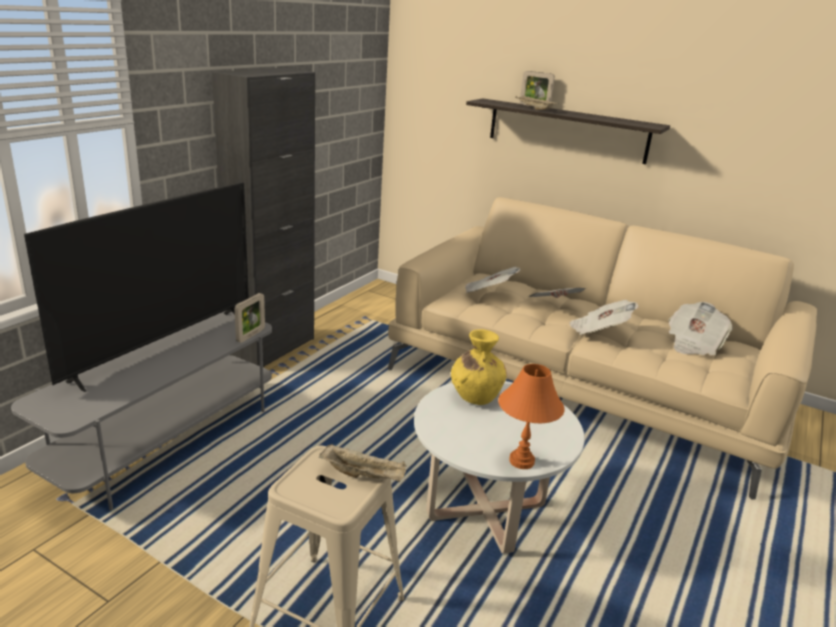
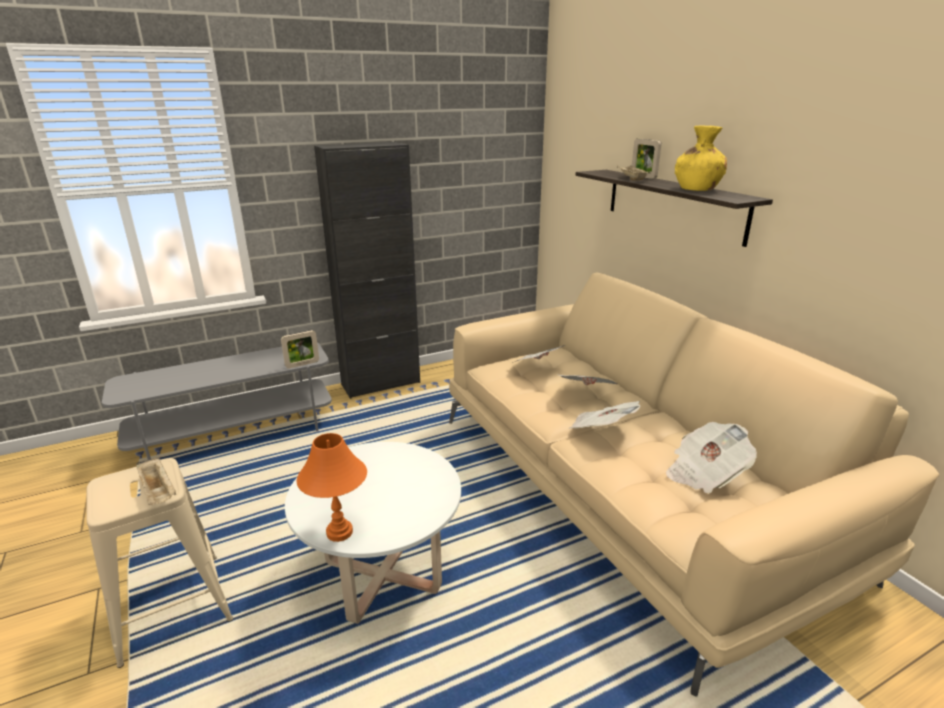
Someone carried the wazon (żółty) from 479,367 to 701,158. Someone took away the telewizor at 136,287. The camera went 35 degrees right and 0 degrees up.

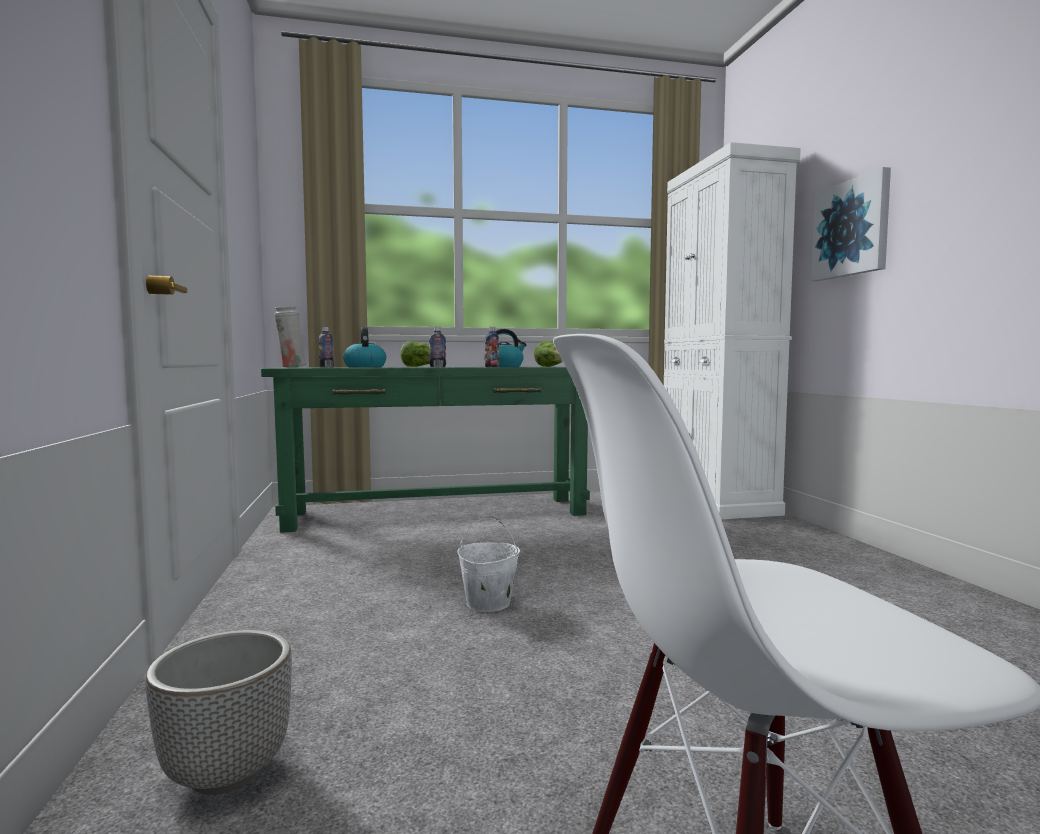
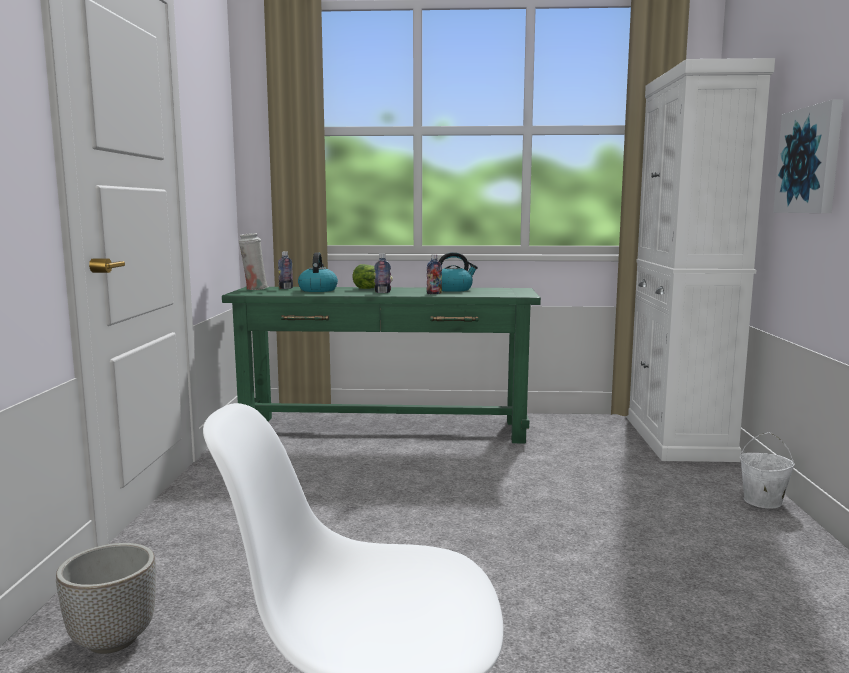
Someone carried the wiadro (biały) from 488,563 to 767,470. Someone took away the sałata at 548,354. The camera went 15 degrees right and 5 degrees up.

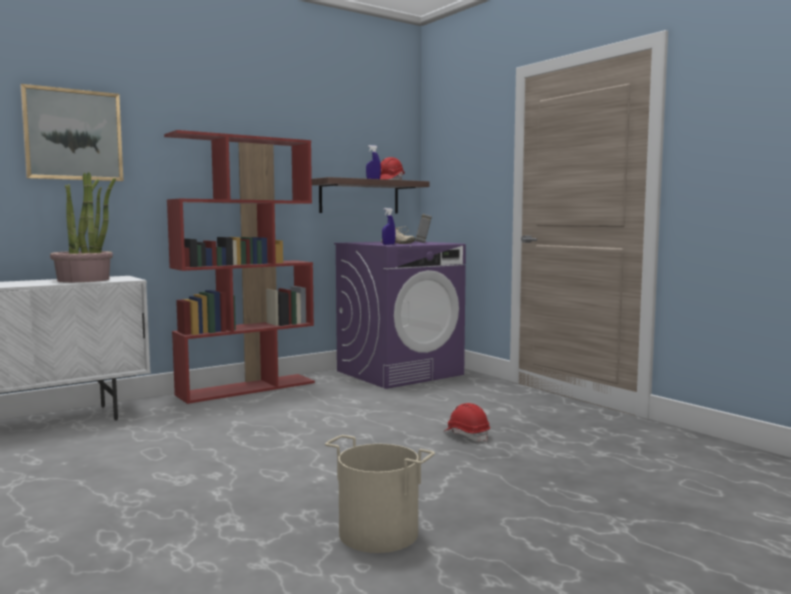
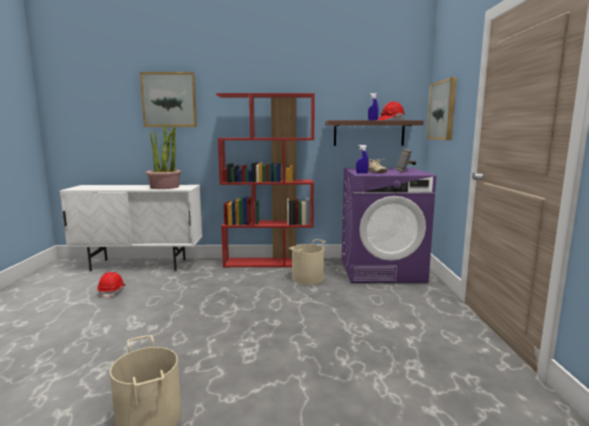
Someone carried the kask (czerwony) from 467,422 to 111,285. Someone put down the wiadro (beżowy) at 307,262. Someone put up the obraz at 442,108. The camera went 35 degrees right and 5 degrees up.

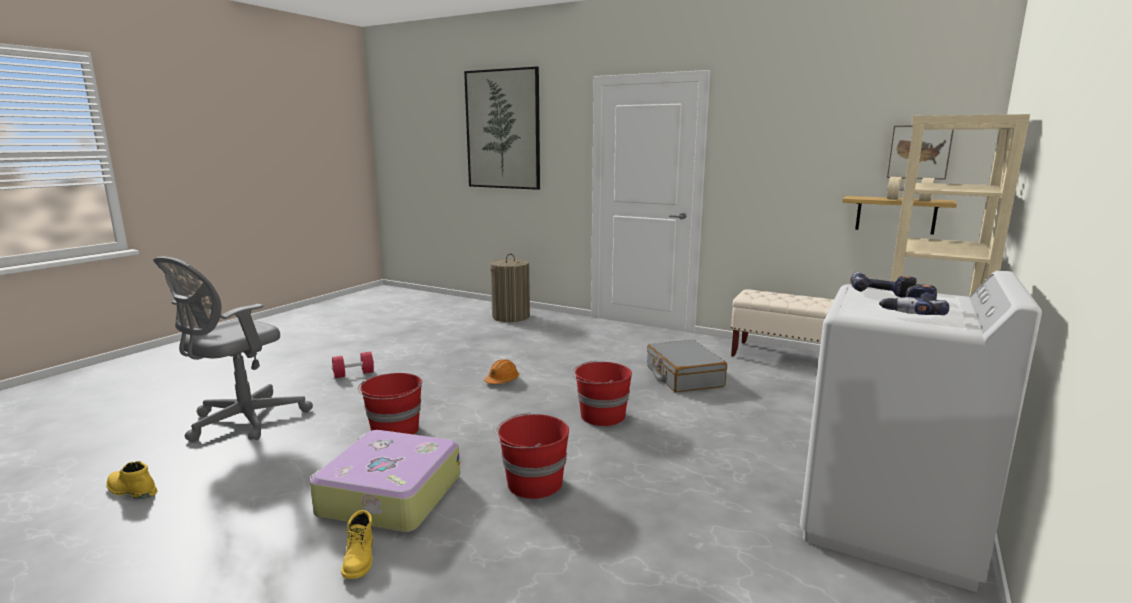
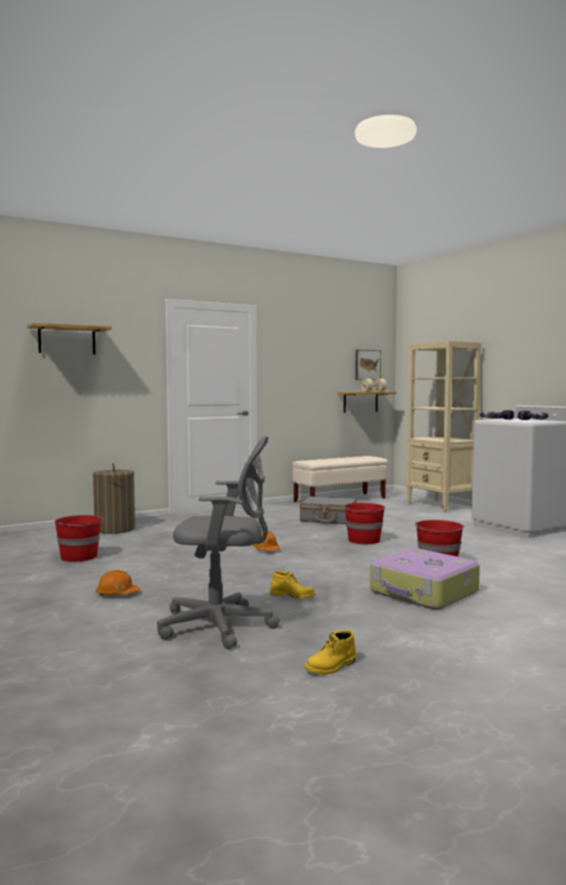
Someone swapped the obraz at 502,128 for the półka at 69,338. Someone carried the wiadro (czerwony) from 390,404 to 79,538. Someone put down the kask (pomarańczowy) at 118,583. Someone rotated the krzesło biurowe (szary) at 233,349 by 60 degrees counterclockwise. Someone carried the but z cholewką (żółty) from 357,544 to 292,585. Someone took away the hantel (czerwony) at 353,365. The camera went 60 degrees left and 10 degrees down.

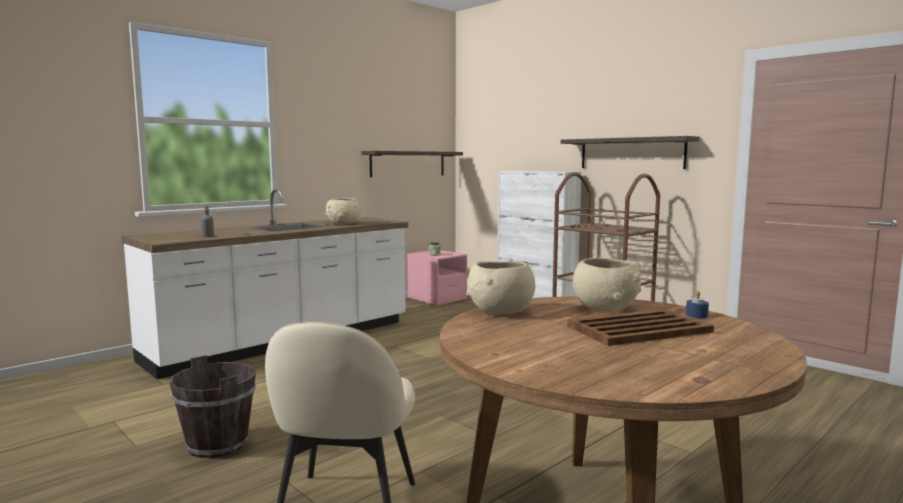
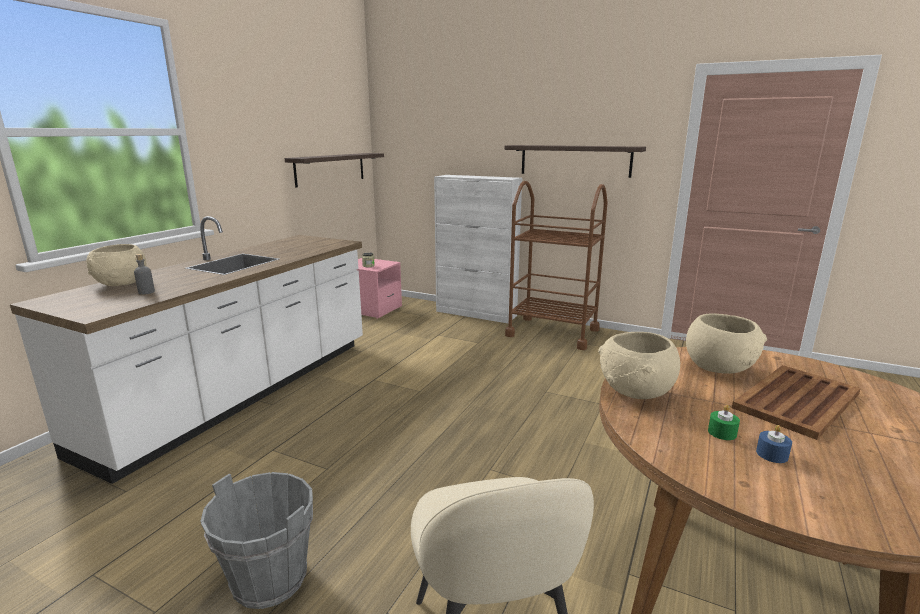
Someone carried the miska (beżowy) from 343,211 to 116,265. Someone repainted the wiadro (brązowy) at 213,406, which became the wiadro (szary) at 256,540. Someone put down the świeca (zielony) at 724,422. Someone carried the świeca (niebieski) from 697,304 to 774,444. The camera went 20 degrees left and 10 degrees up.

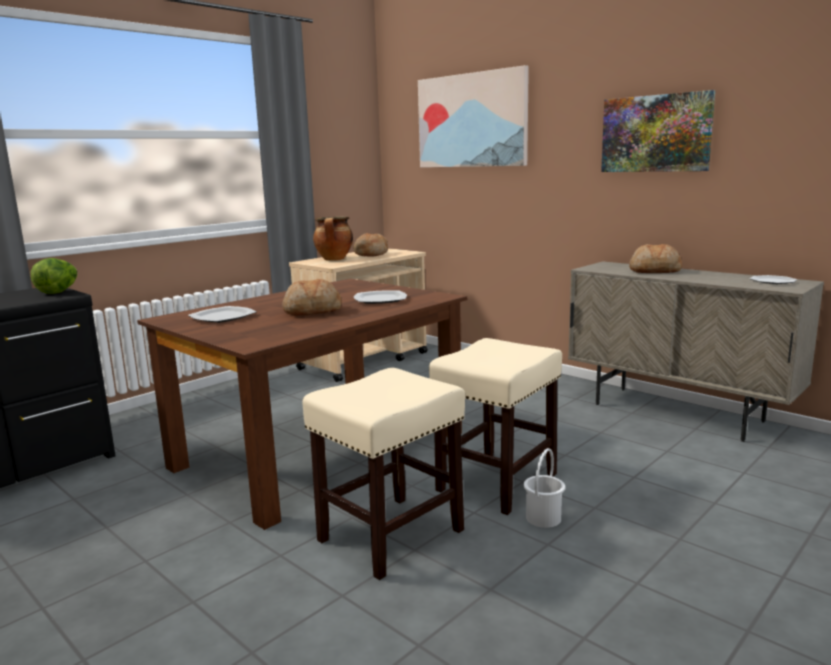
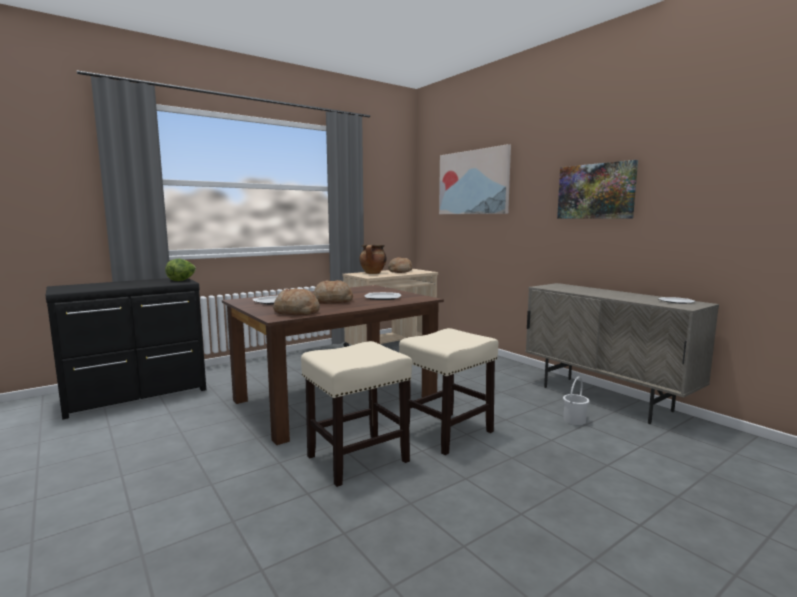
Someone carried the chleb from 655,258 to 296,301. Someone carried the wiadro (biały) from 544,488 to 576,401. The camera went 10 degrees right and 5 degrees down.

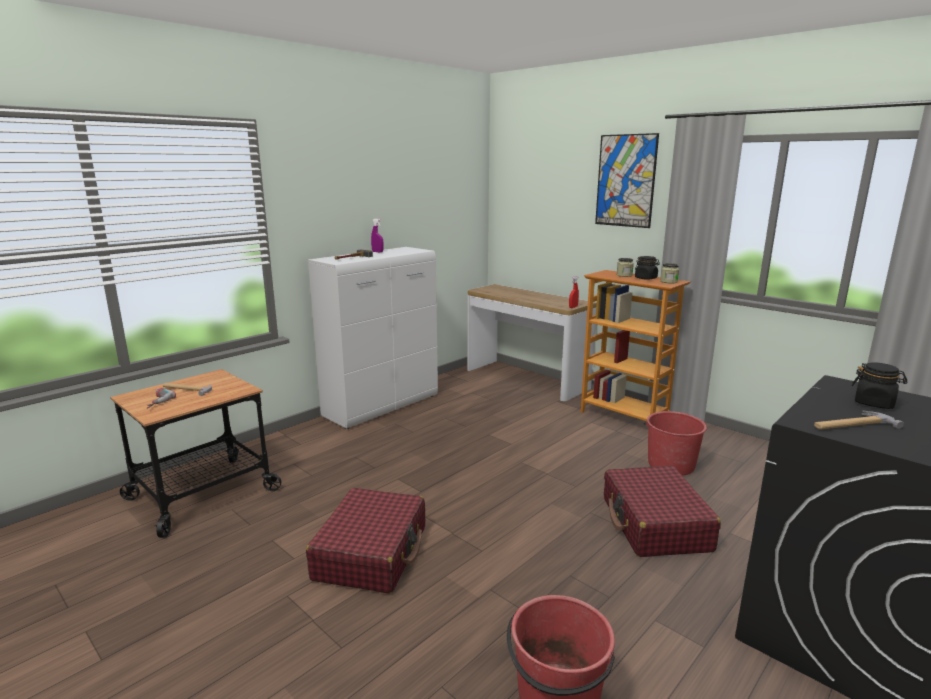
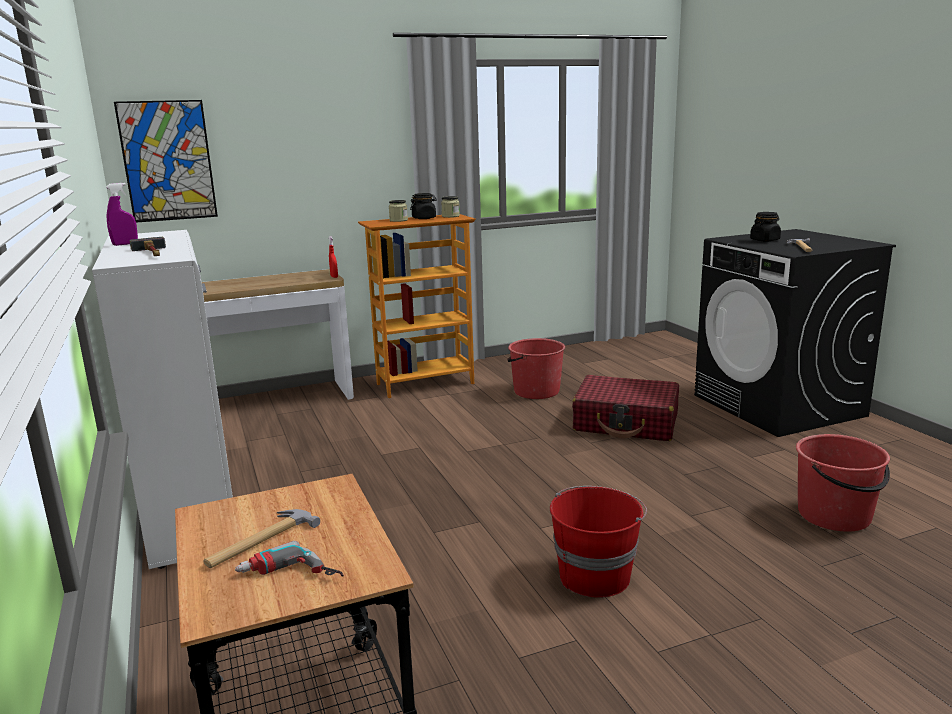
Someone carried the obraz from 627,180 to 166,161. Someone swapped the walizka (czerwony) at 365,541 for the wiadro (czerwony) at 598,542. The camera went 65 degrees left and 0 degrees up.

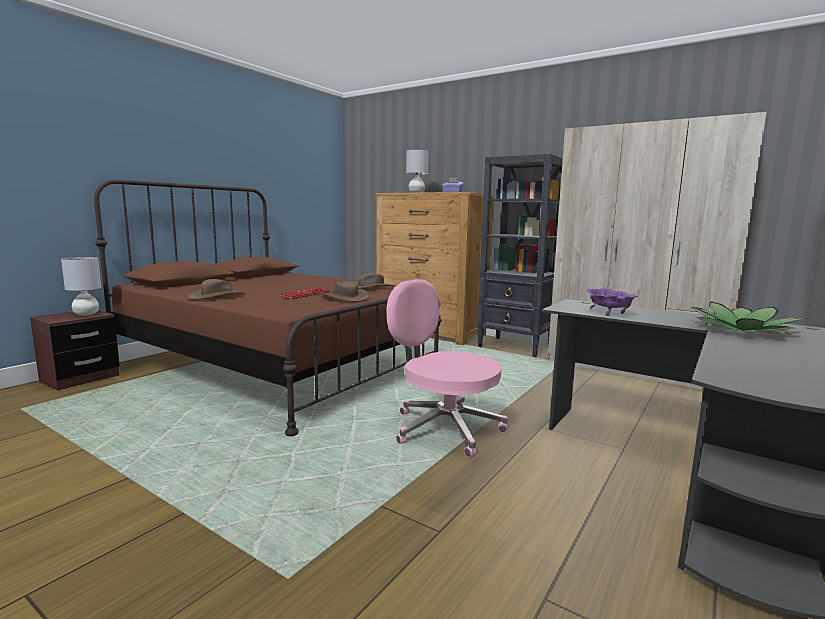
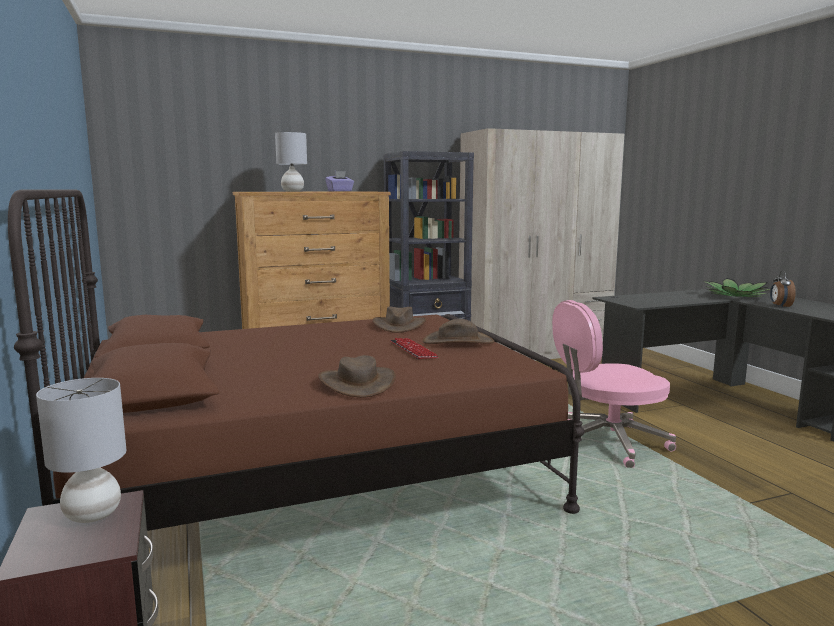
Someone put down the budzik at 783,289. Someone took away the miska (fioletowy) at 612,302. The camera went 55 degrees left and 0 degrees up.

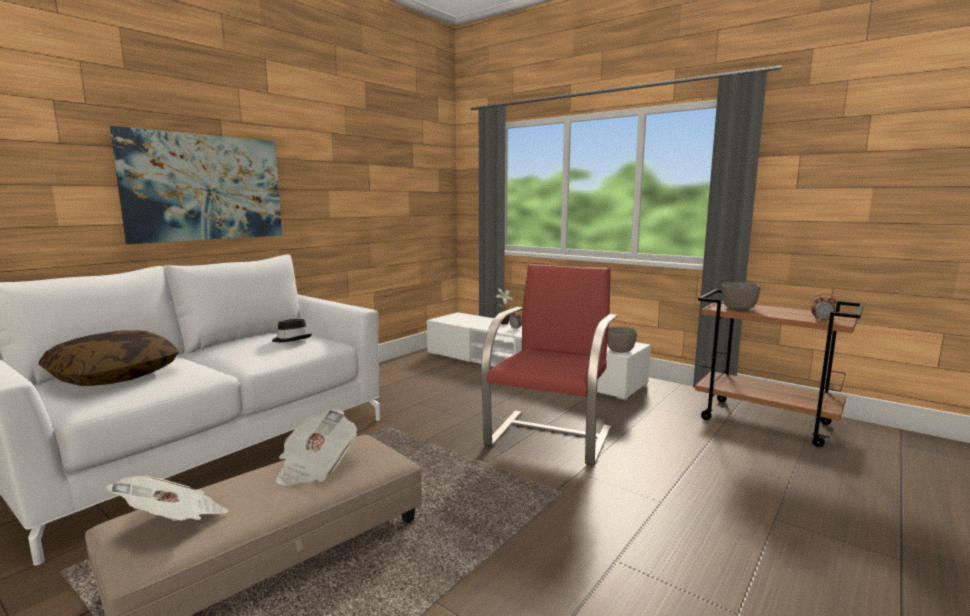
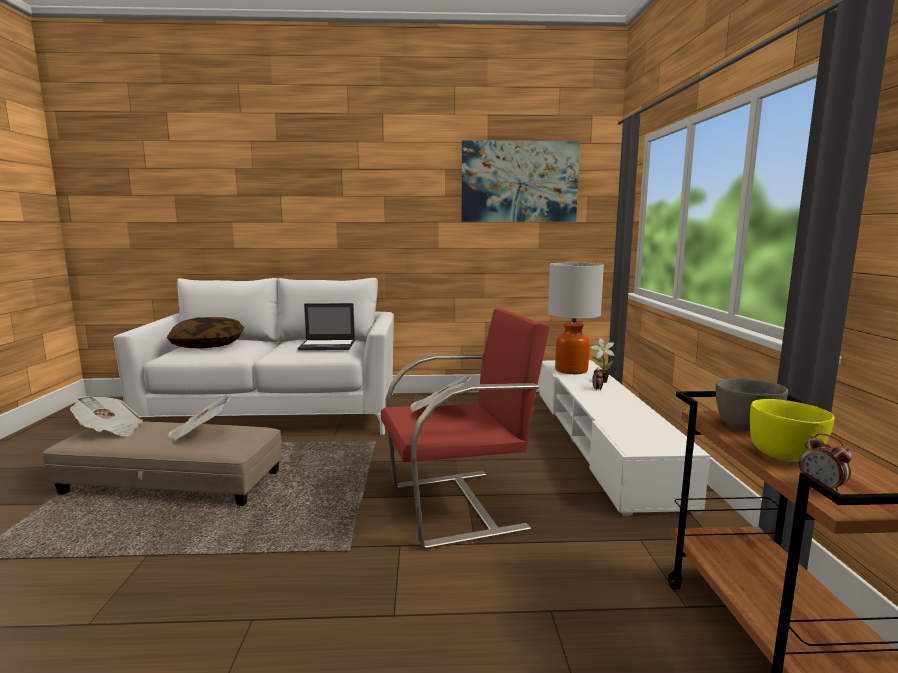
Someone swapped the kapelusz (czarny) at 292,330 for the laptop at 326,327. Someone put down the gazeta at 441,394. Someone carried the obraz from 196,185 to 520,181. Someone put down the lampa stołowa at 576,318. Someone put down the miska (żółty) at 792,430. Someone took away the miska (szary) at 622,340. The camera went 50 degrees right and 0 degrees up.

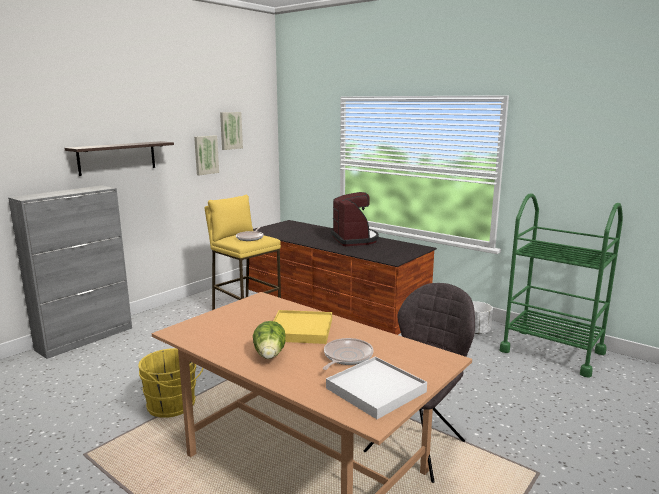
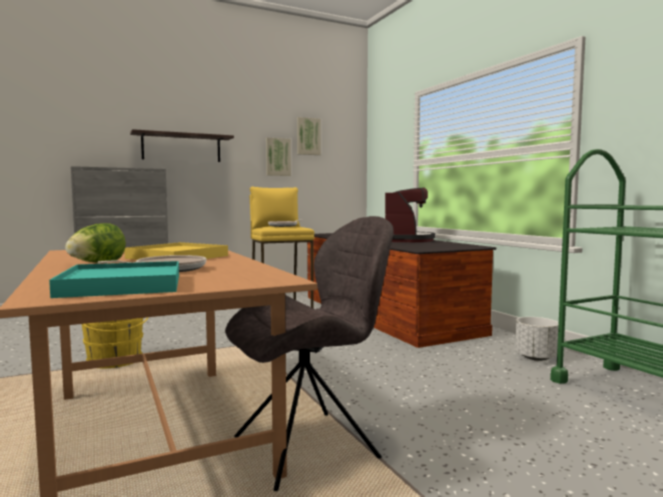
Someone repainted the taca (biały) at 376,387, which became the taca (turkusowy) at 114,279. The camera went 25 degrees right and 10 degrees down.

